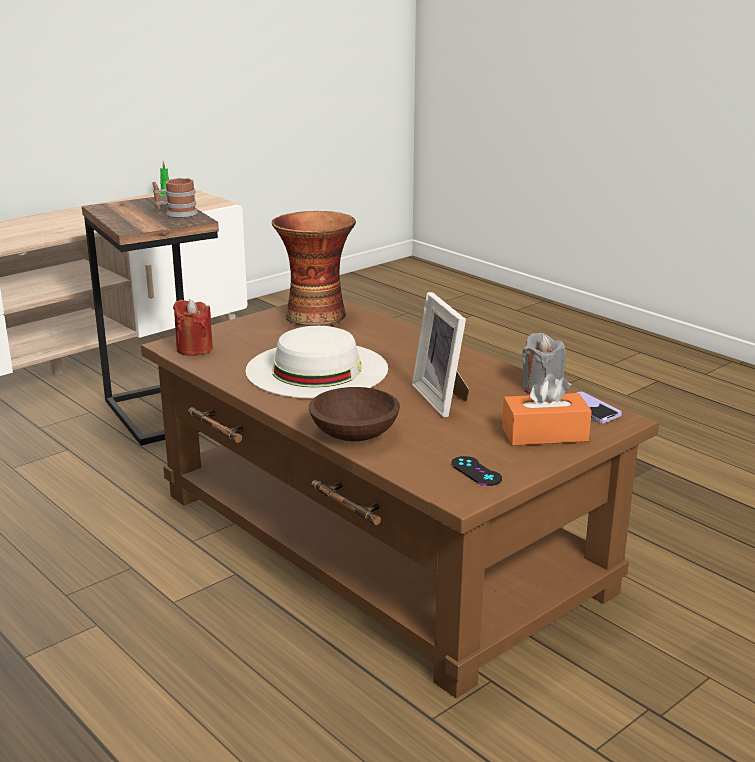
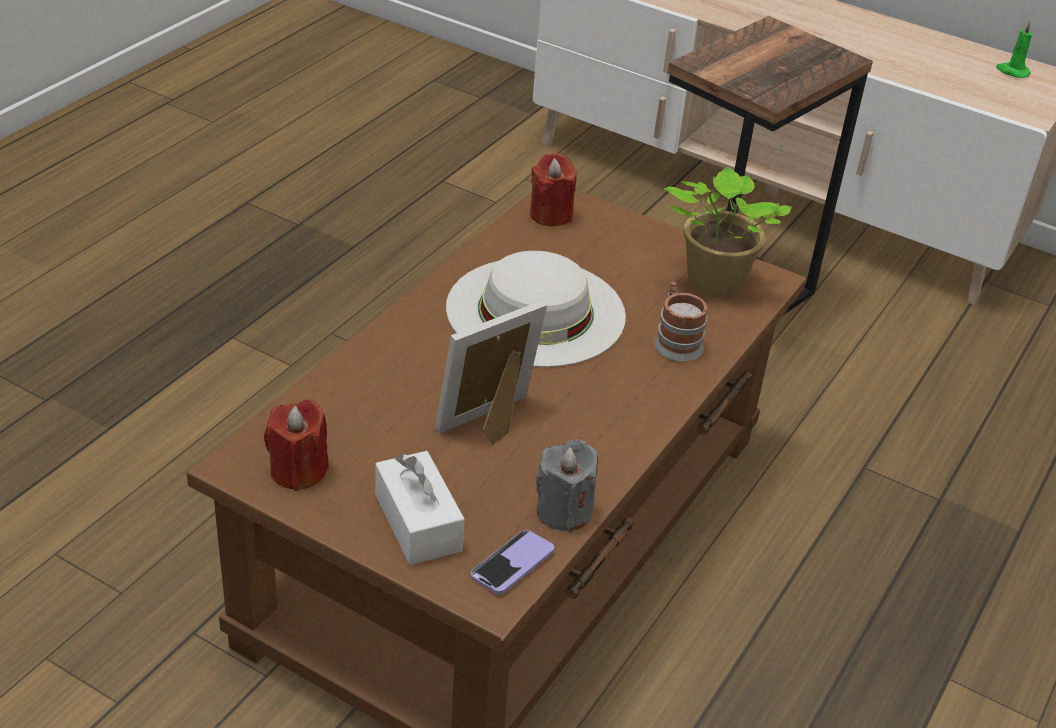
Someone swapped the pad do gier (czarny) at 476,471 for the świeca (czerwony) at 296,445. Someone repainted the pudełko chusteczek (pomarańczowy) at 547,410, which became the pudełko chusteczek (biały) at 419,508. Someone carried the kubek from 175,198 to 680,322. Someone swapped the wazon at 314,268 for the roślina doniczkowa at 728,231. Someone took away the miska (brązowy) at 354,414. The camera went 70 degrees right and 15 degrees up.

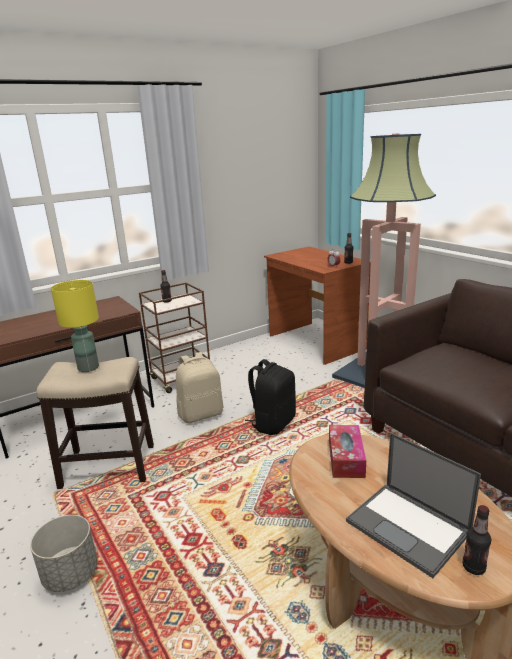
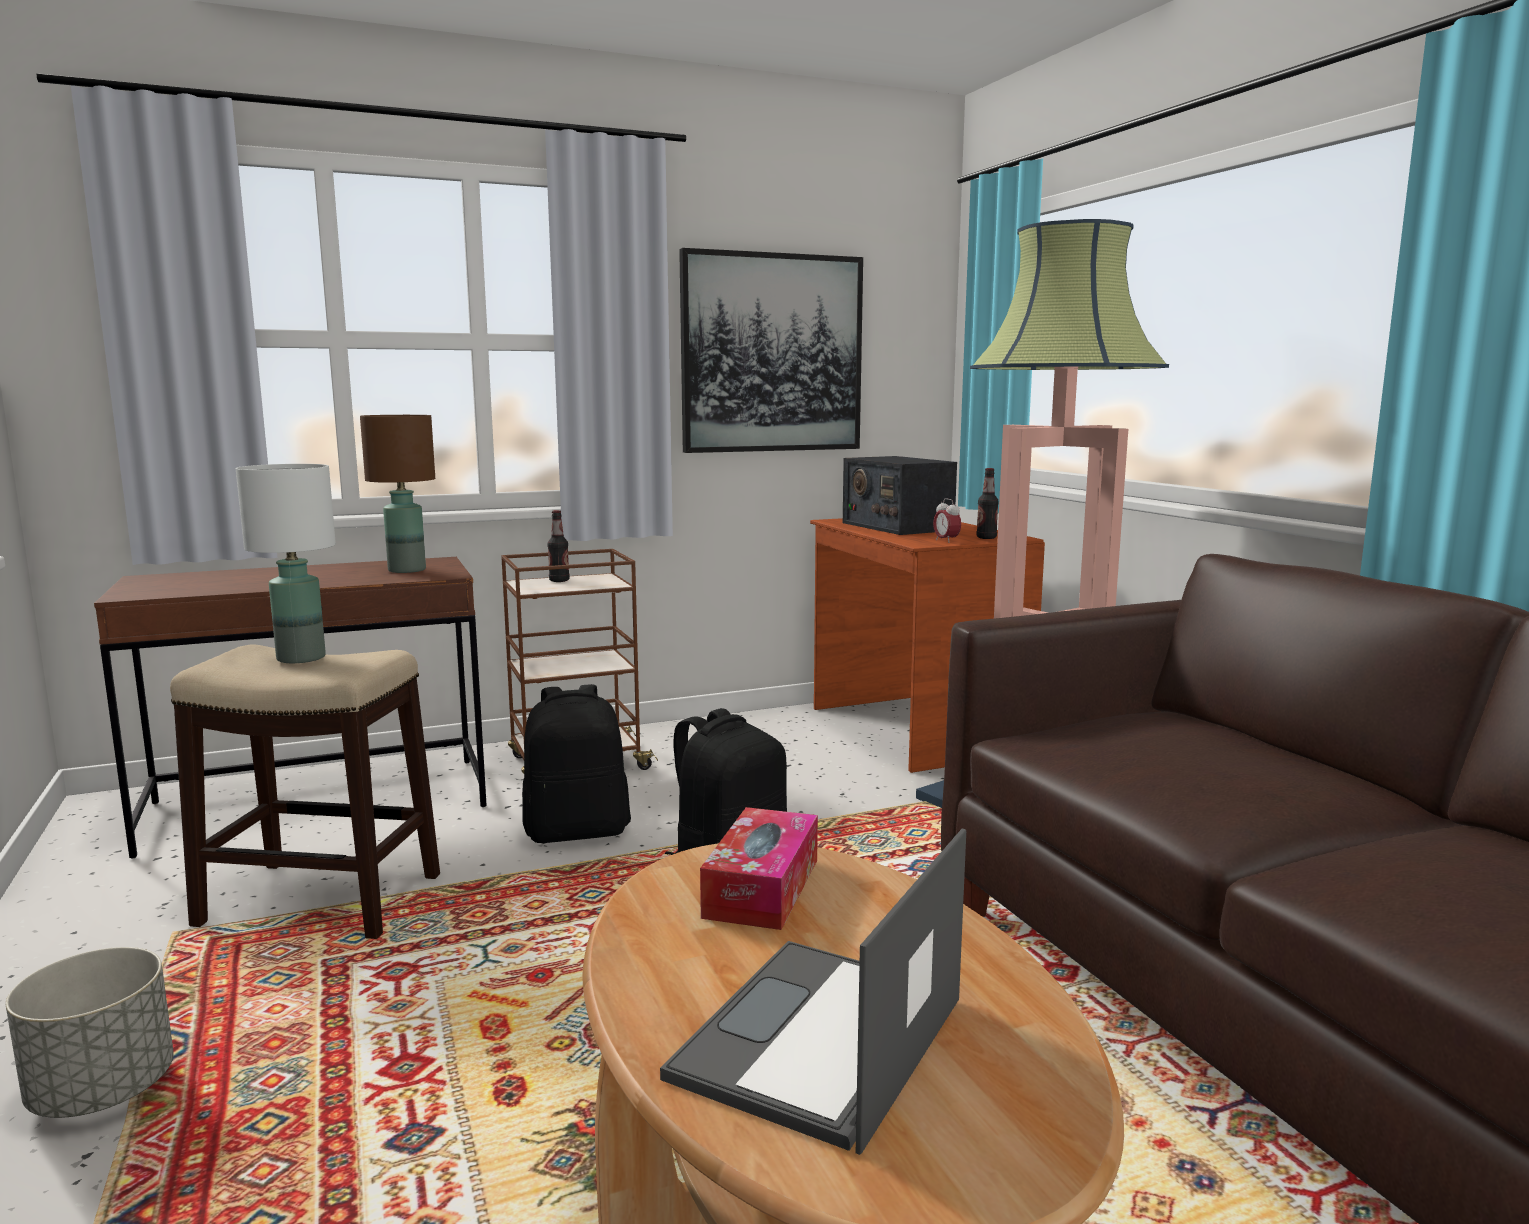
Someone repainted the lampa stołowa (żółty) at 75,326, which became the lampa stołowa (biały) at 286,563. Someone put down the lampa stołowa (brązowy) at 397,494. Someone repainted the plecak (beżowy) at 199,387, which became the plecak (czarny) at 576,763. Someone rotated the laptop at 413,505 by 60 degrees clockwise. Someone put up the obraz at 771,350. Someone put down the radio at 900,495. Someone took away the butelka at 476,540. The camera went 10 degrees right and 10 degrees down.

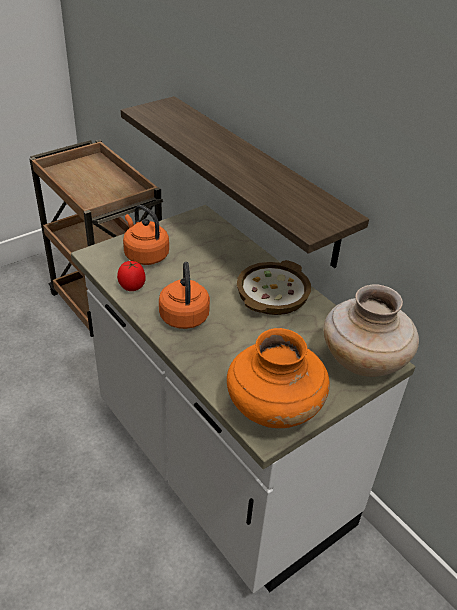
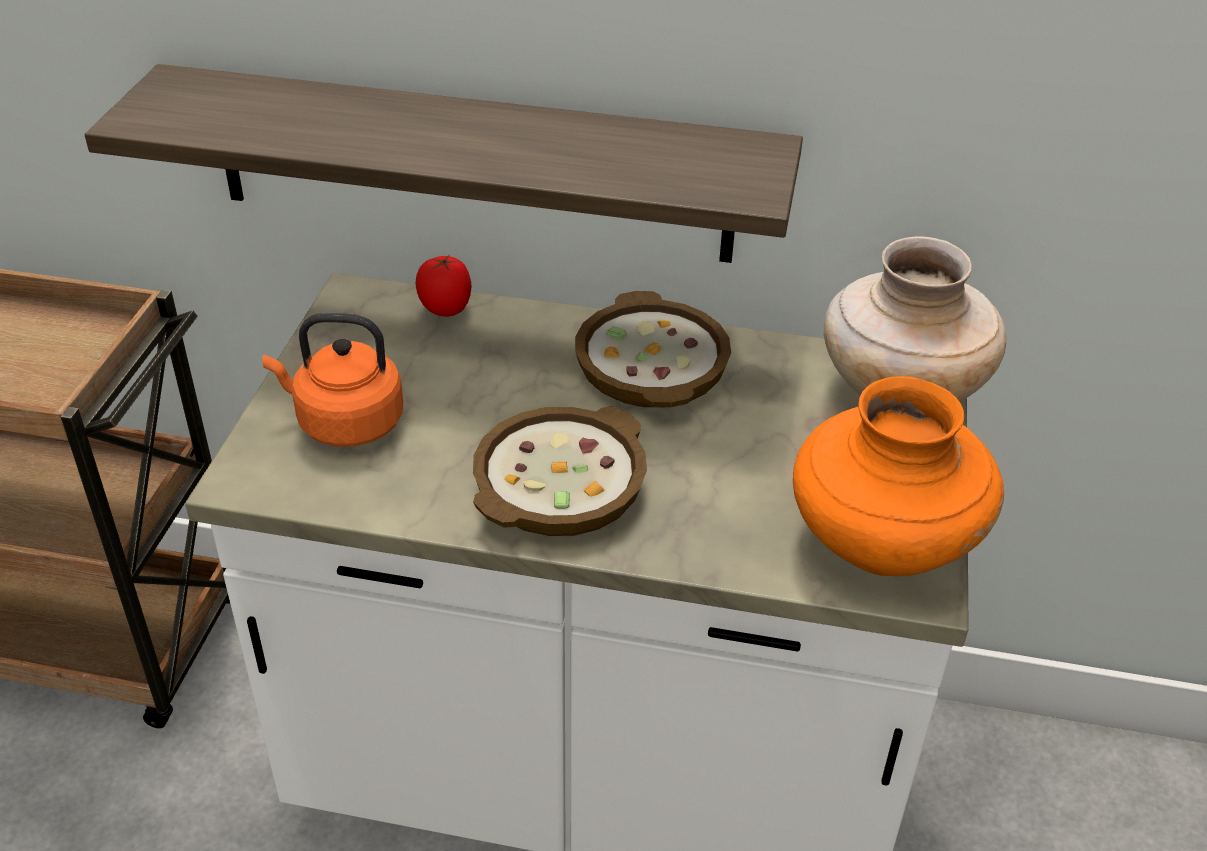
Someone carried the pomidor from 131,276 to 443,286. Someone swapped the czajnik (pomarańczowy) at 184,295 for the miska at 560,471. The camera went 40 degrees left and 0 degrees up.

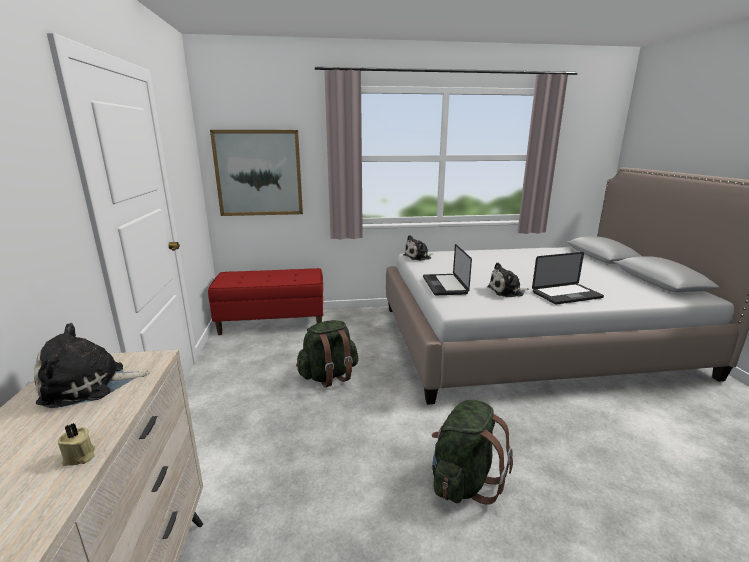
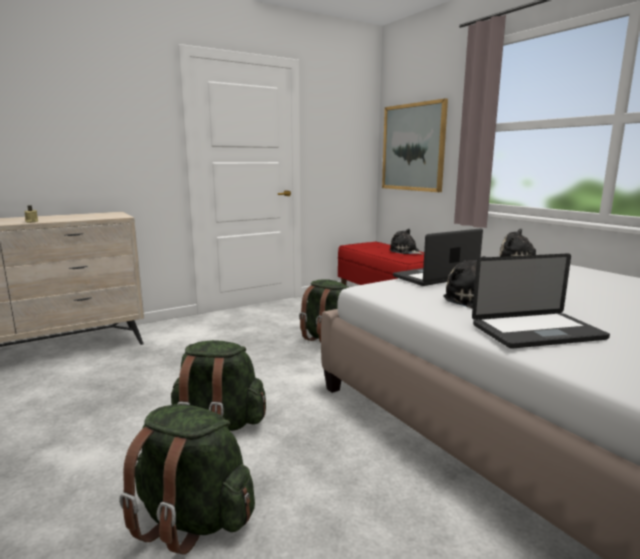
Someone put down the plecak (zielony) at 187,479. Someone carried the pluszak from 92,365 to 406,241. Someone rotated the laptop at 568,278 by 60 degrees counterclockwise. The camera went 65 degrees right and 5 degrees down.

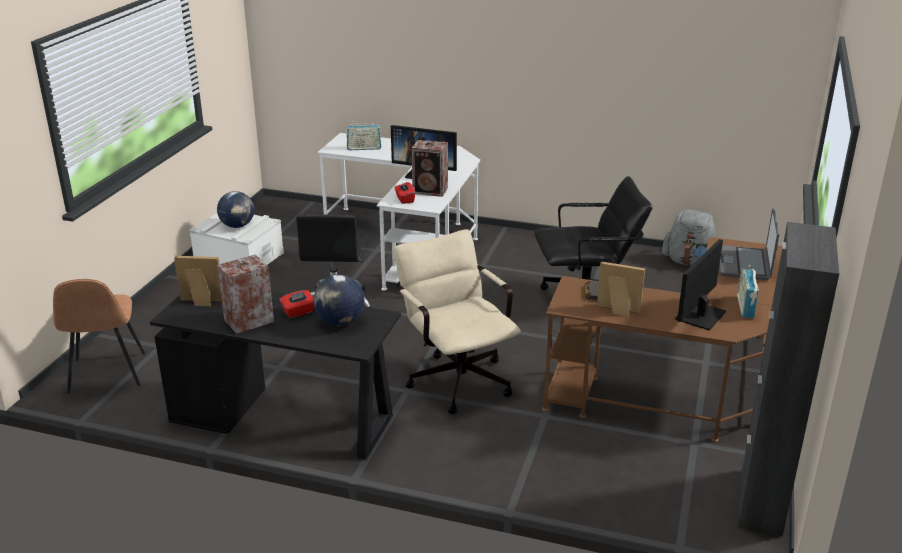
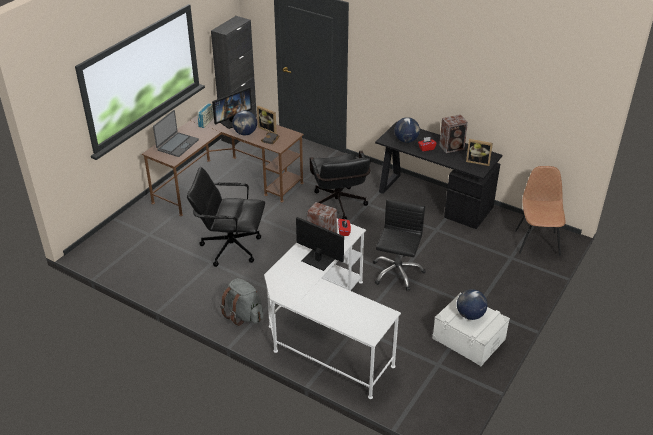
Someone carried the plecak (szary) from 688,238 to 242,302. Someone put down the globus at 244,123. Someone repainted the krzesło biurowe (beżowy) at 457,321, which became the krzesło biurowe (czarny) at 340,185. Someone took away the radio at 363,135. The camera went 165 degrees left and 10 degrees up.

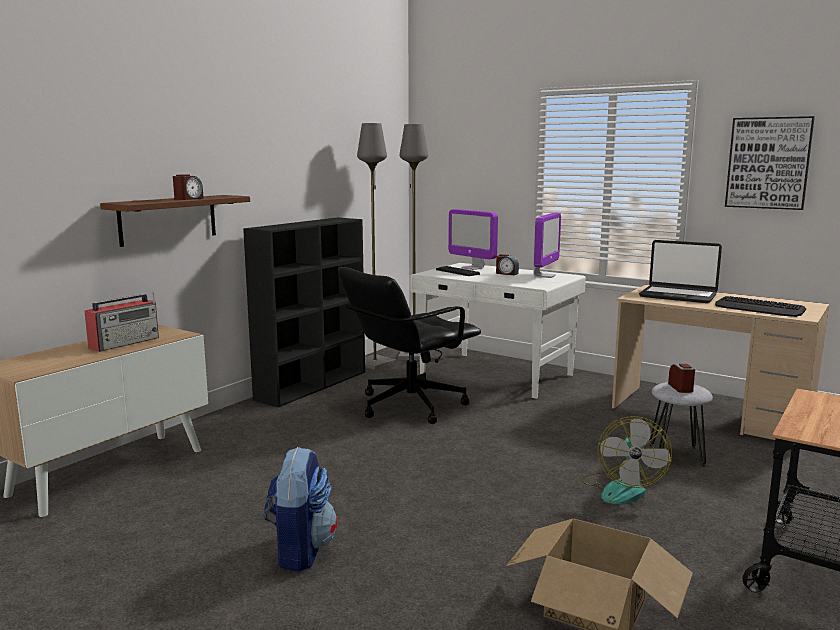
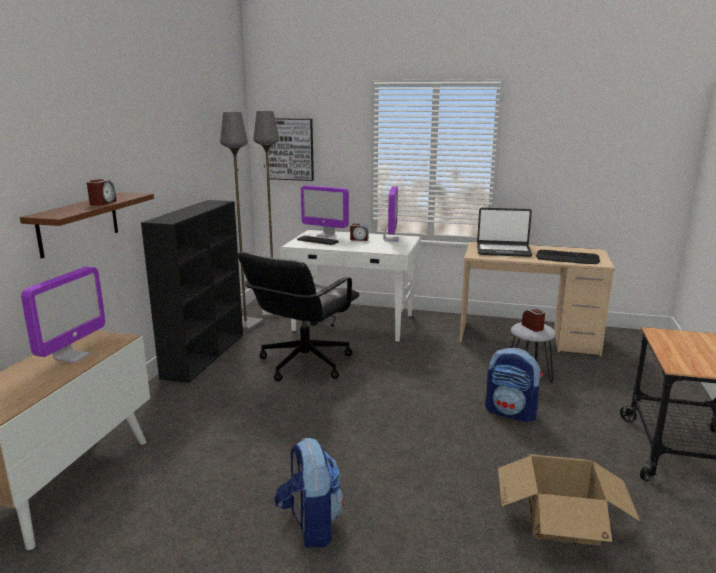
Someone swapped the radio at 121,322 for the monitor at 63,314. Someone carried the obraz from 770,163 to 291,149. Someone swapped the wentylator at 626,460 for the plecak at 514,385. The camera went 20 degrees left and 5 degrees up.

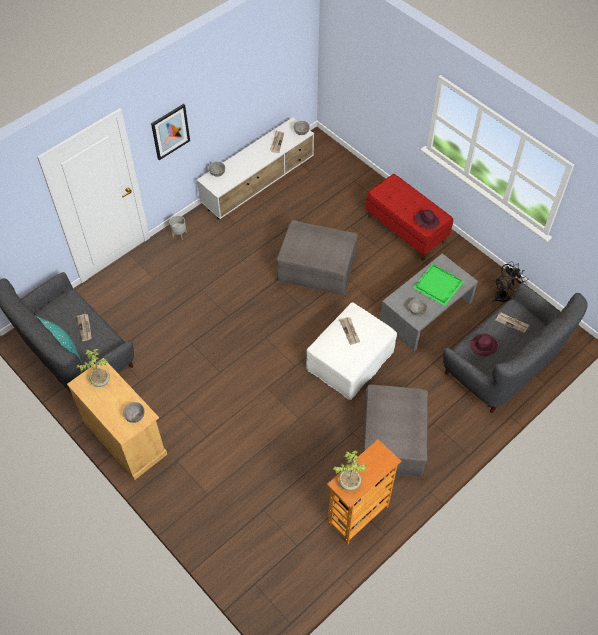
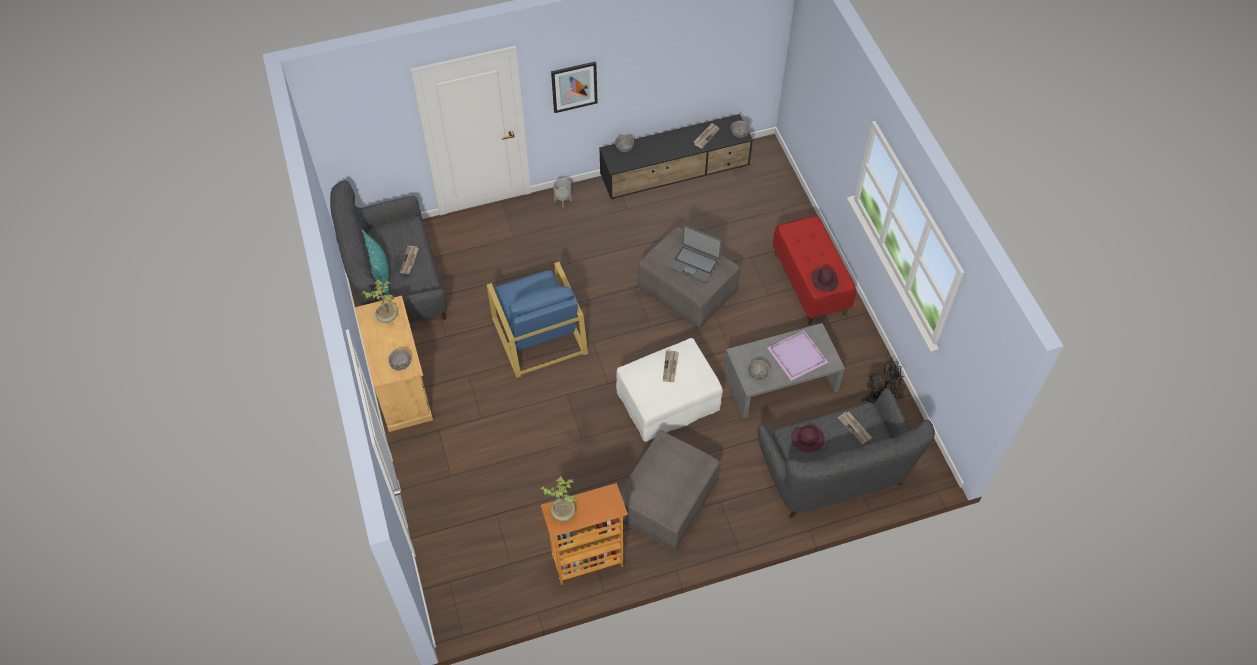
Someone put down the fotel (niebieski) at 537,320. Someone repainted the szafka pod telewizor (biały) at 255,168, which became the szafka pod telewizor (czarny) at 676,156. Someone put down the laptop at 695,254. Someone repainted the taca (zielony) at 438,285, which became the taca (fioletowy) at 798,355. The camera went 25 degrees right and 0 degrees up.

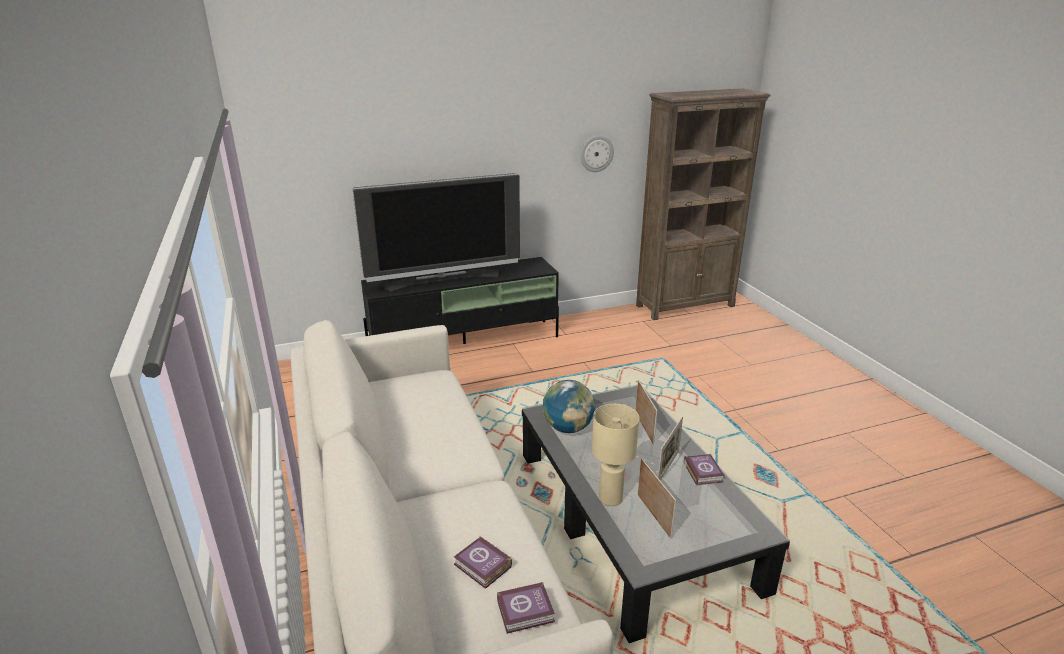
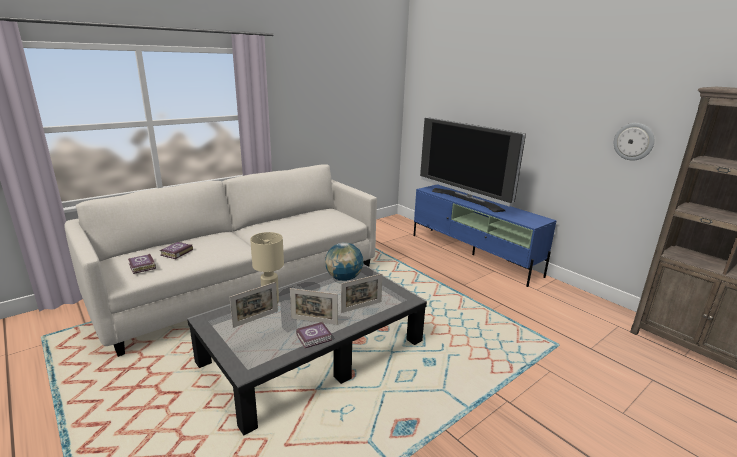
Someone repainted the szafka pod telewizor (czarny) at 460,300, which became the szafka pod telewizor (niebieski) at 485,235. The camera went 70 degrees right and 5 degrees down.

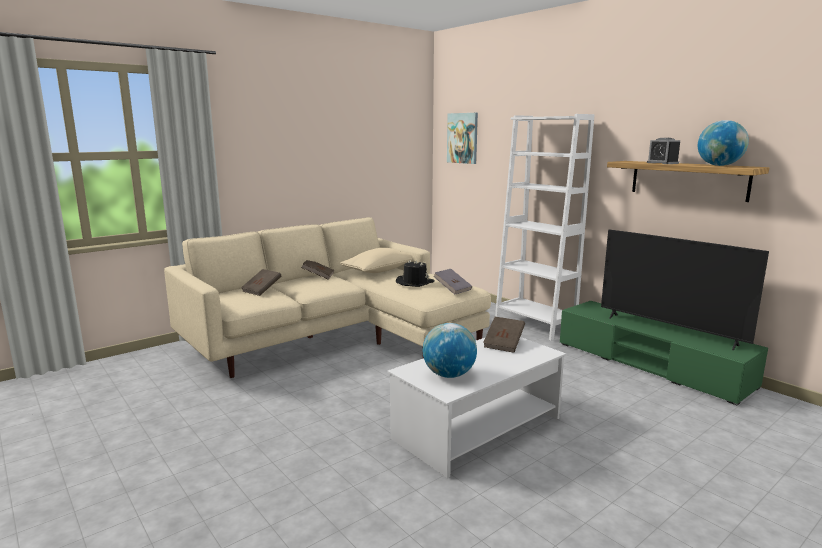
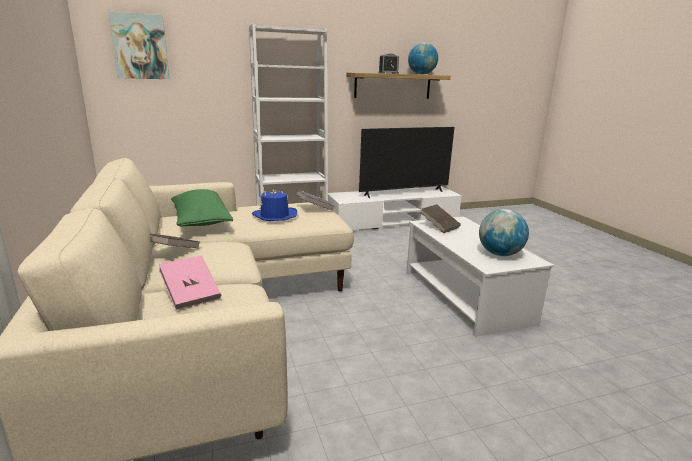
Someone repainted the książka (brązowy) at 261,282, which became the książka (różowy) at 190,283. Someone repainted the poduszka (beżowy) at 376,260, which became the poduszka (zielony) at 202,207. Someone repainted the kapelusz (czarny) at 415,273, which became the kapelusz (niebieski) at 274,205. Someone repainted the szafka pod telewizor (zielony) at 664,353, which became the szafka pod telewizor (biały) at 394,208. The camera went 70 degrees left and 5 degrees up.

